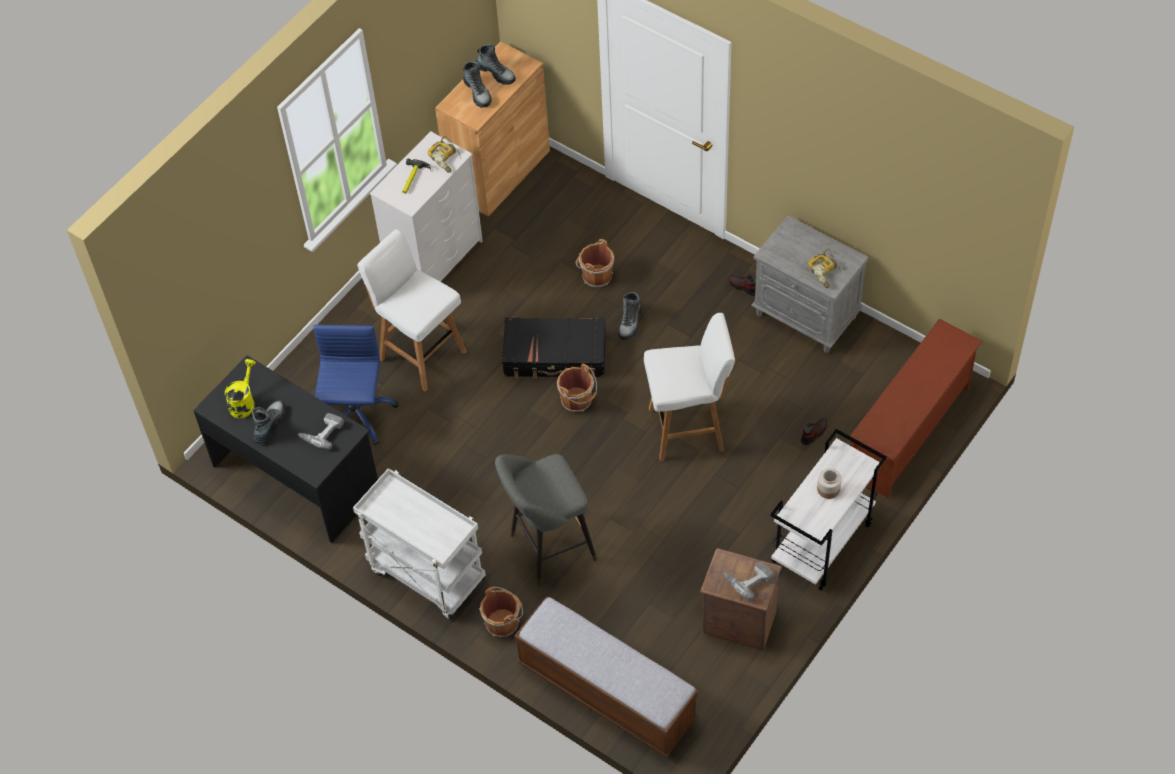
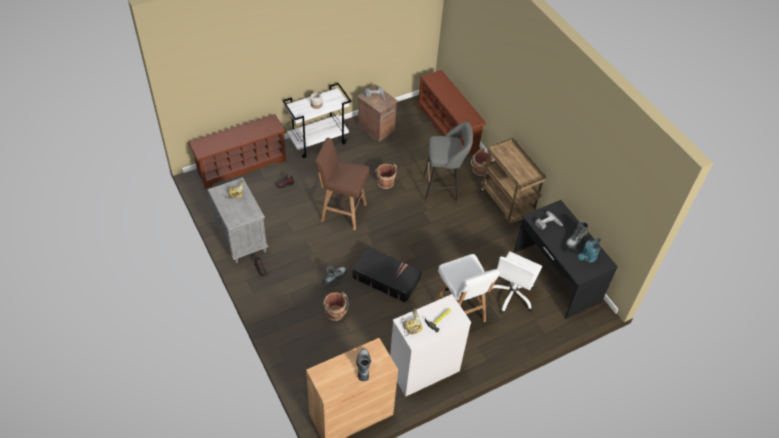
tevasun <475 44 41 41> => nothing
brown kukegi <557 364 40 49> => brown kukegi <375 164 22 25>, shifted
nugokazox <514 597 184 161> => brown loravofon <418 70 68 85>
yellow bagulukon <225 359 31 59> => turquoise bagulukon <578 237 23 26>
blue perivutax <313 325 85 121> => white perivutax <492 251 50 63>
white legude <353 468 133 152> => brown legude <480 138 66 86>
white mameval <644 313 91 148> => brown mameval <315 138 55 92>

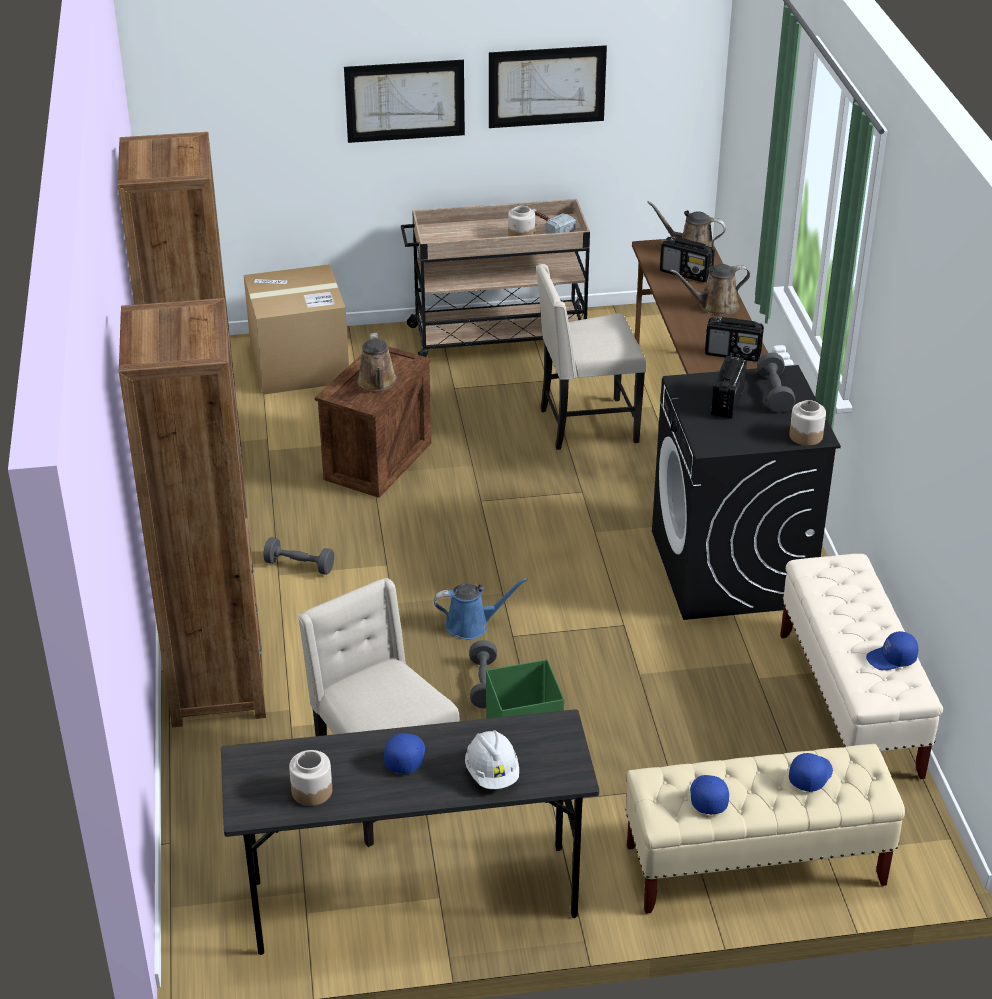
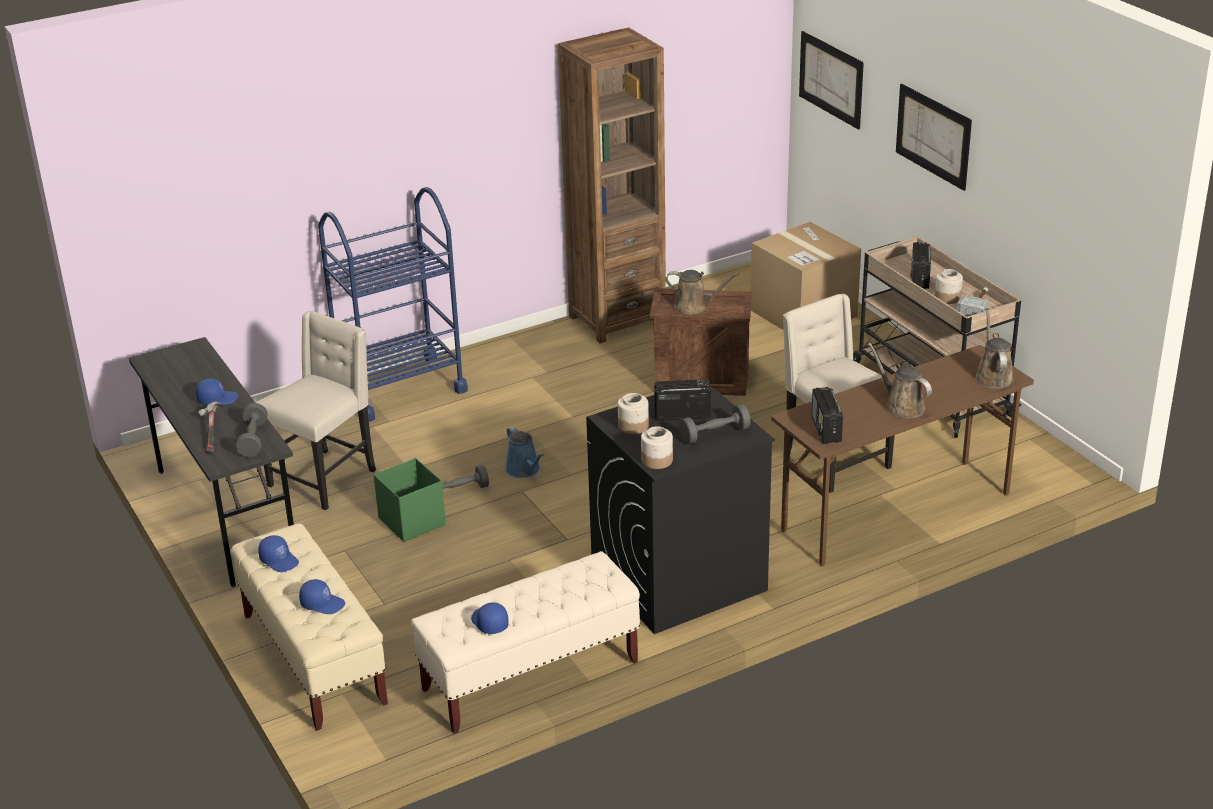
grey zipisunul <263 537 71 38> => grey zipisunul <235 403 32 54>, shifted
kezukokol <289 750 43 56> => kezukokol <618 393 31 41>, shifted
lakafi <489 45 118 83> => lakafi <799 31 65 99>, shifted
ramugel <660 236 55 46> => ramugel <911 242 20 47>, shifted
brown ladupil <119 298 147 429> => blue legude <318 187 150 235>
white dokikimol <465 730 54 59> => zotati <199 402 26 52>
brown bagulukon <358 333 39 58> => brown bagulukon <665 270 74 44>, 135 degrees counterclockwise
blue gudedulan <690 775 39 39> => blue gudedulan <258 535 41 37>, 60 degrees clockwise

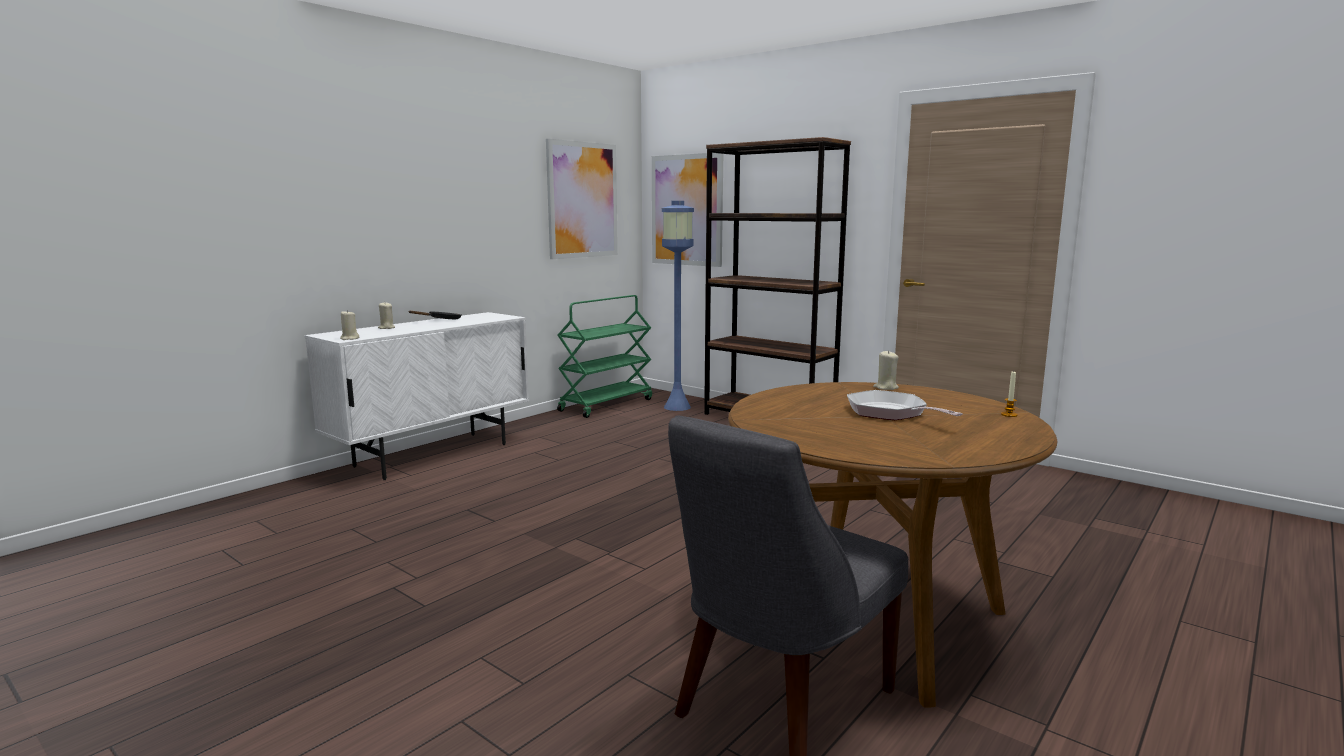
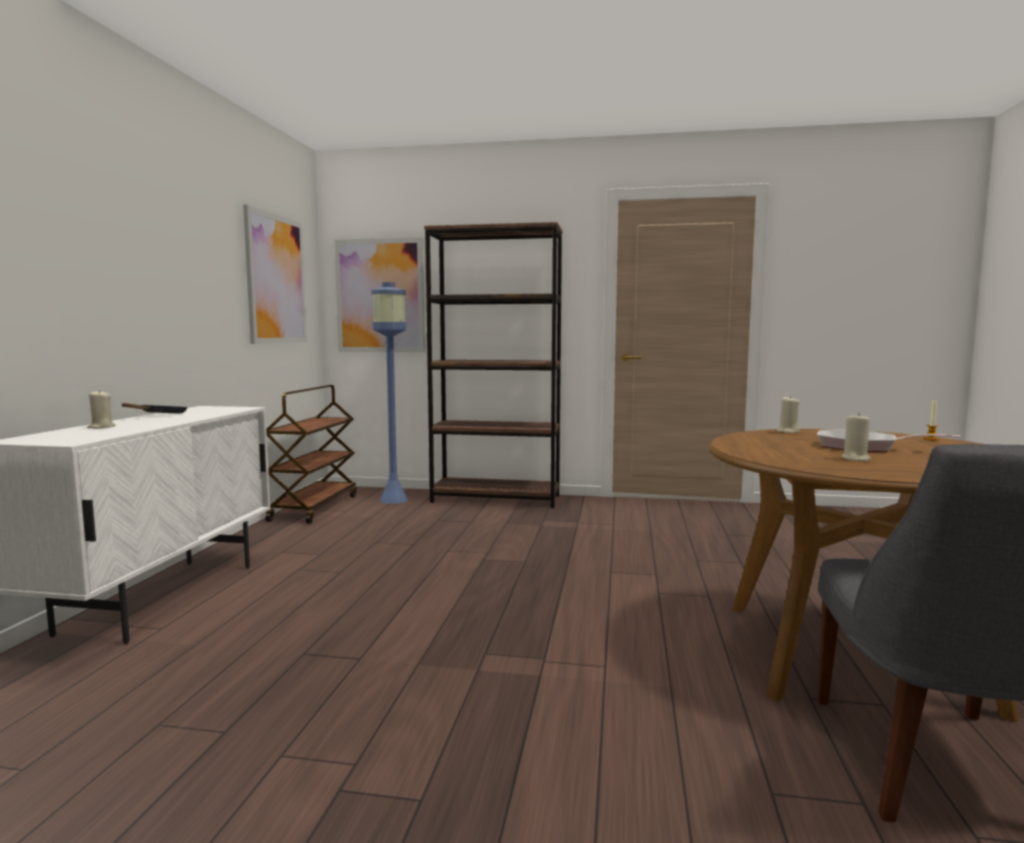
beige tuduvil <340 310 19 30> => beige tuduvil <841 413 30 49>, shifted
green legude <557 295 95 123> => brown legude <265 385 92 139>

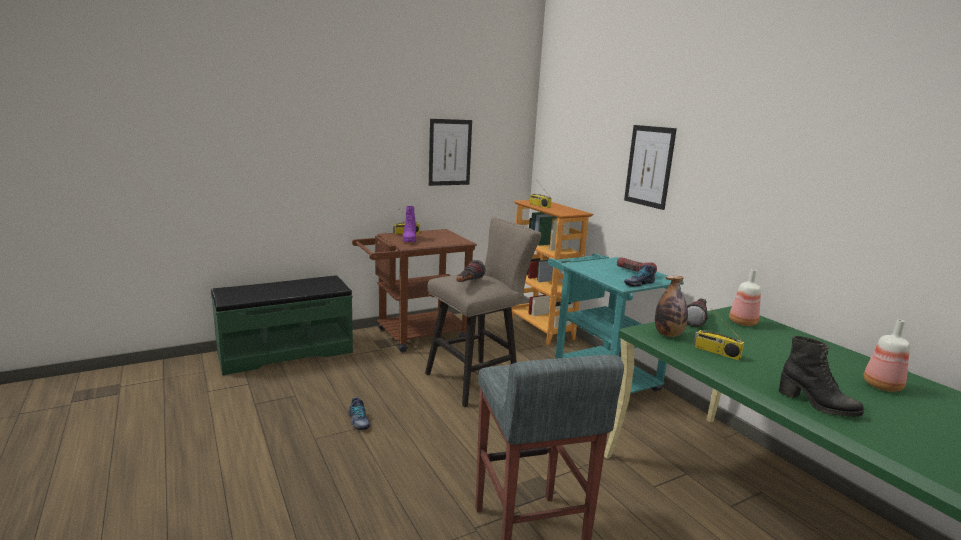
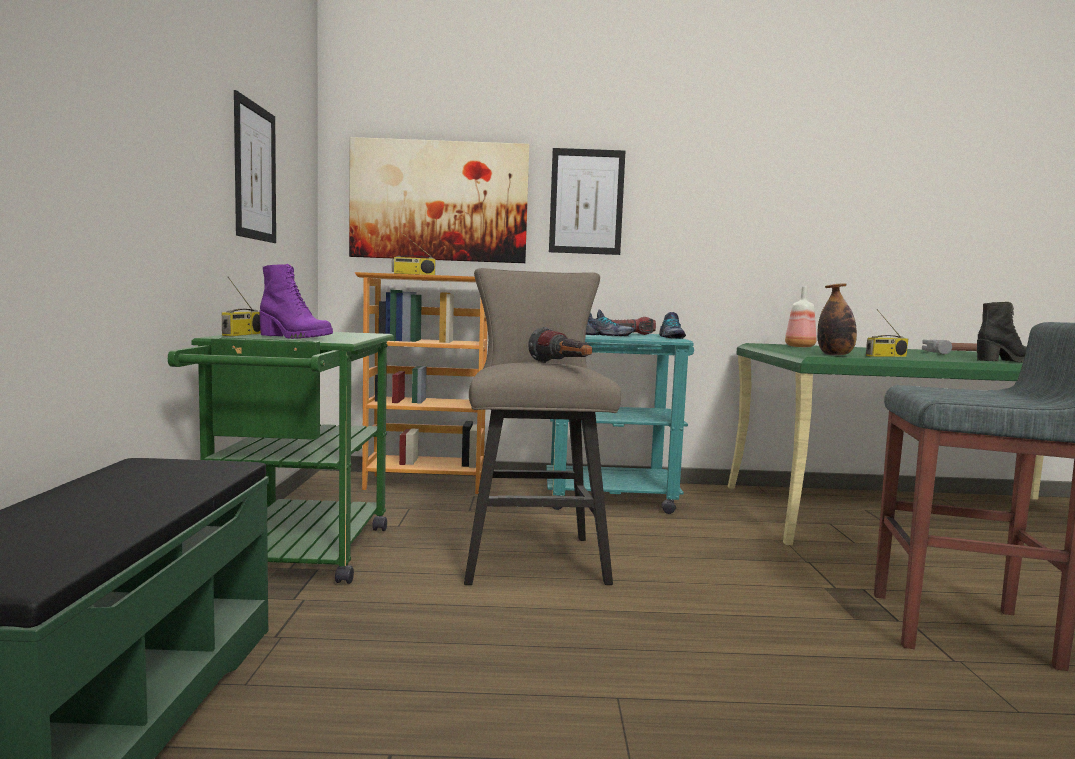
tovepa <687 299 21 28> => nothing
nothing => lakafi <349 137 180 126>
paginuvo <348 397 23 33> => paginuvo <586 309 48 27>, shifted
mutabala <863 319 47 73> => zotati <922 339 55 16>
brown legude <352 229 125 123> => green legude <168 332 226 252>

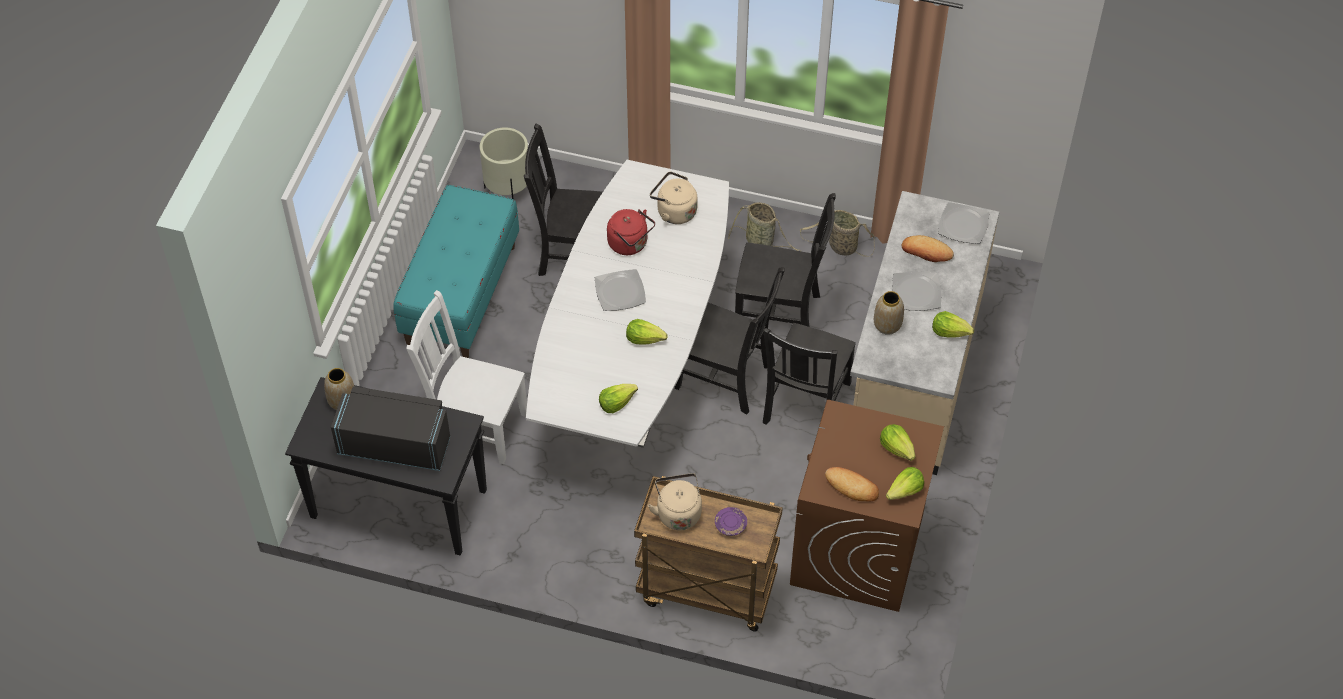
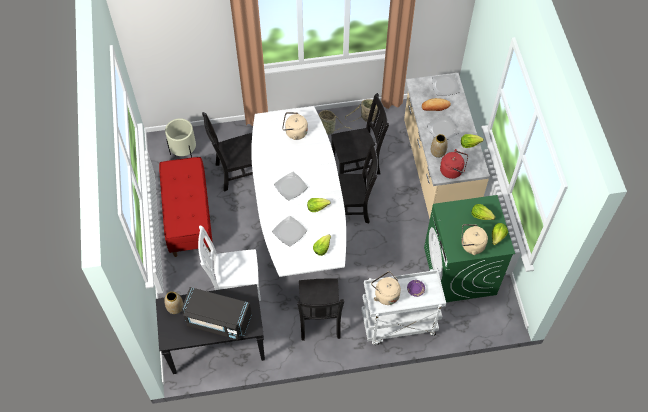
nothing => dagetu <272 216 35 30>
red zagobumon <607 209 48 46> => red zagobumon <440 149 28 30>, shifted
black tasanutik <763 323 93 102> => black tasanutik <297 278 47 63>, shifted
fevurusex <825 467 54 34> => beige zagobumon <461 224 27 31>
turquoise nugokazox <393 185 126 173> => red nugokazox <159 157 54 100>
brown legude <634 476 149 156> => white legude <361 269 85 76>
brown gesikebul <790 400 154 212> => green gesikebul <424 195 91 107>
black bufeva <331 386 119 85> => black bufeva <181 287 71 53>, 150 degrees counterclockwise

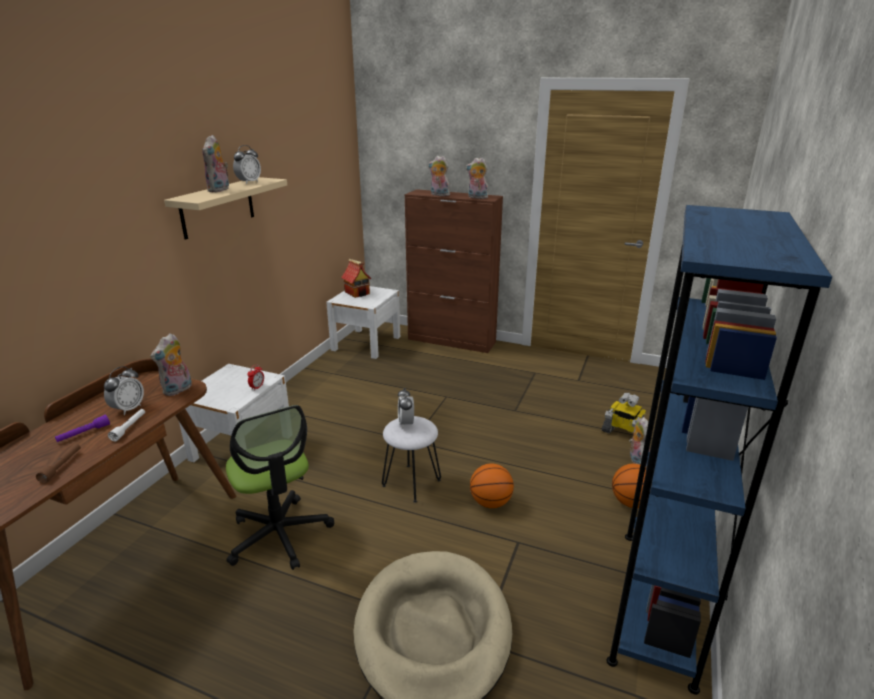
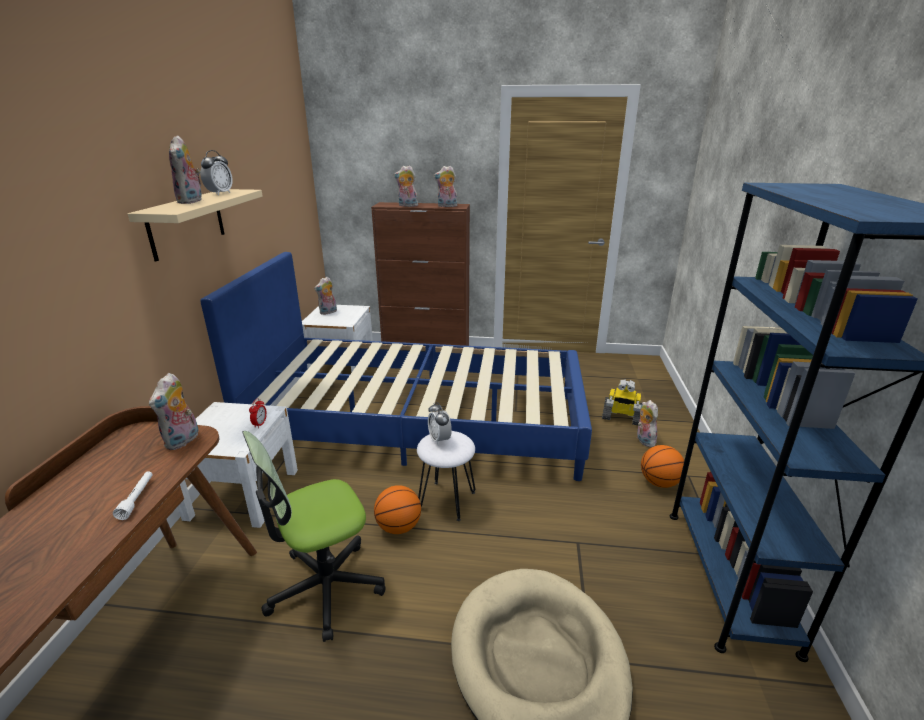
brown tovepa <36 444 45 39> => nothing
purple tovepa <55 415 55 27> => nothing
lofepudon <104 366 40 49> => nothing
nothing => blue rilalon <201 252 391 229>
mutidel <470 463 44 45> => mutidel <374 485 47 49>, shifted
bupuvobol <341 259 30 39> => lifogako <314 277 23 38>
perivutax <226 405 108 165> => perivutax <242 431 144 211>, 105 degrees clockwise

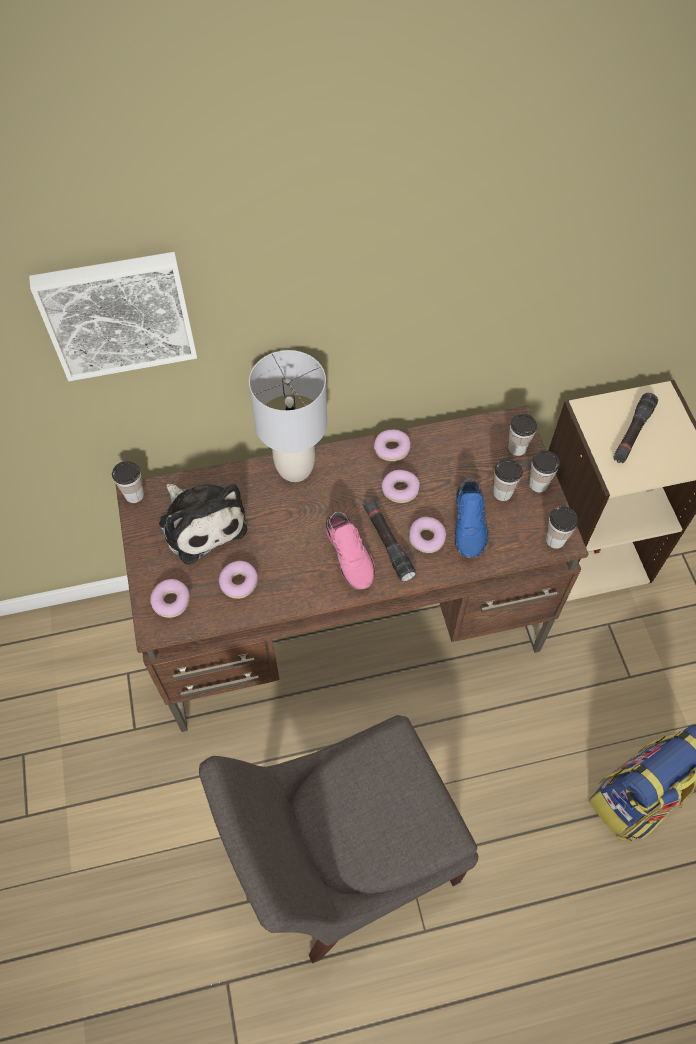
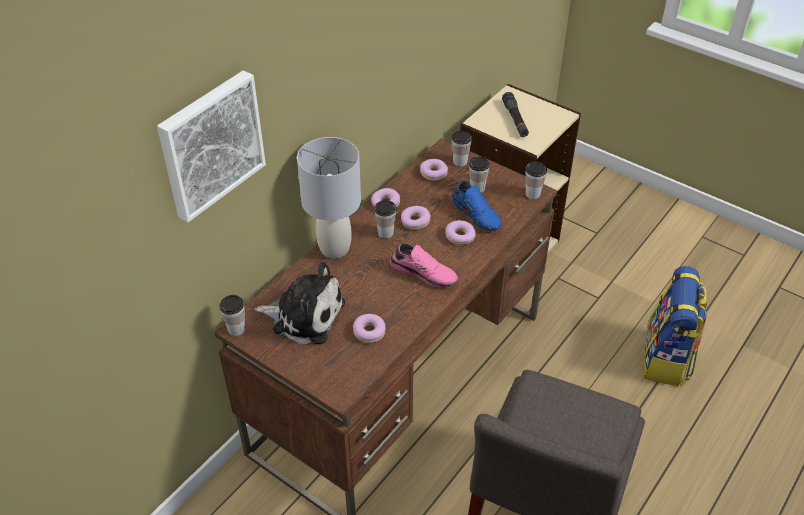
black tovepa <363 500 53 82> => nothing
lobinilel <150 579 40 39> => lobinilel <420 159 28 22>, shifted
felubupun <529 450 31 43> => felubupun <374 200 23 39>, shifted

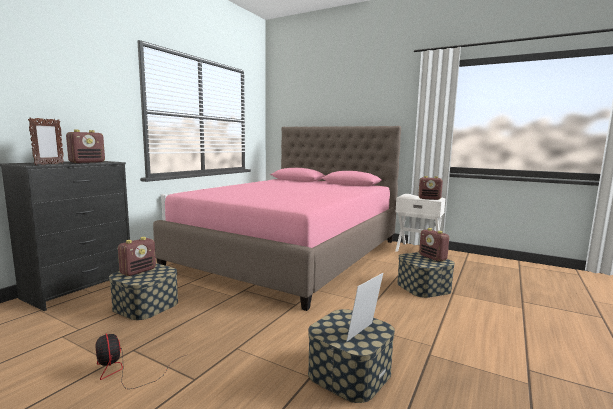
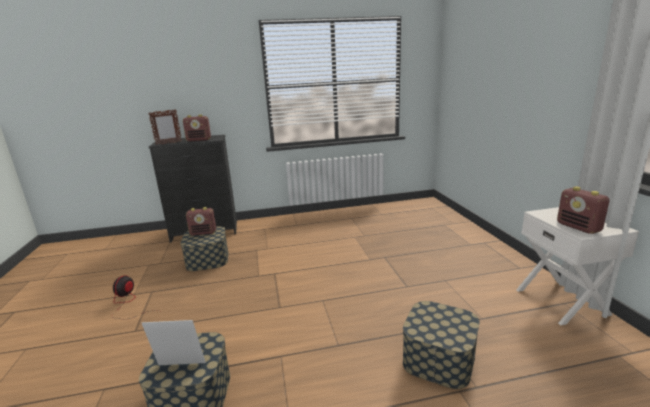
pink rilalon <153 126 248 185> => nothing
ramugel <419 228 30 33> => nothing

